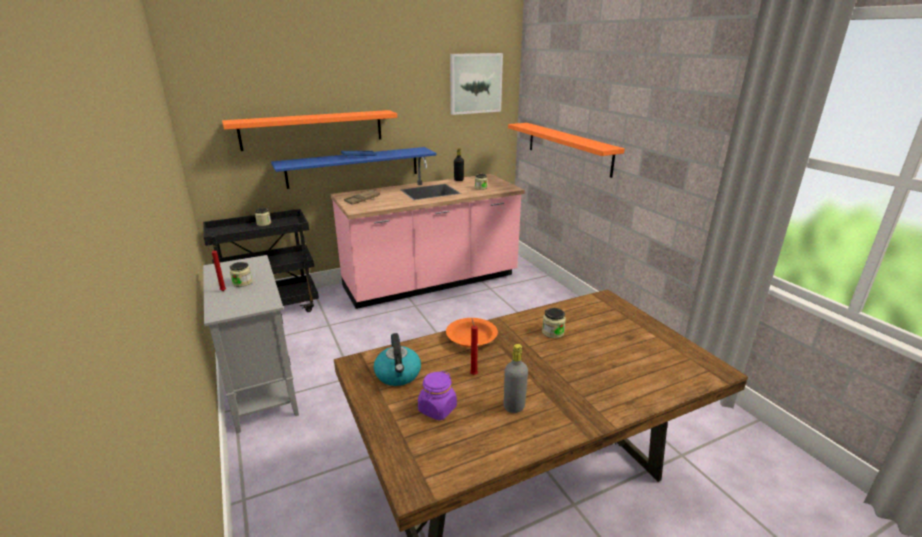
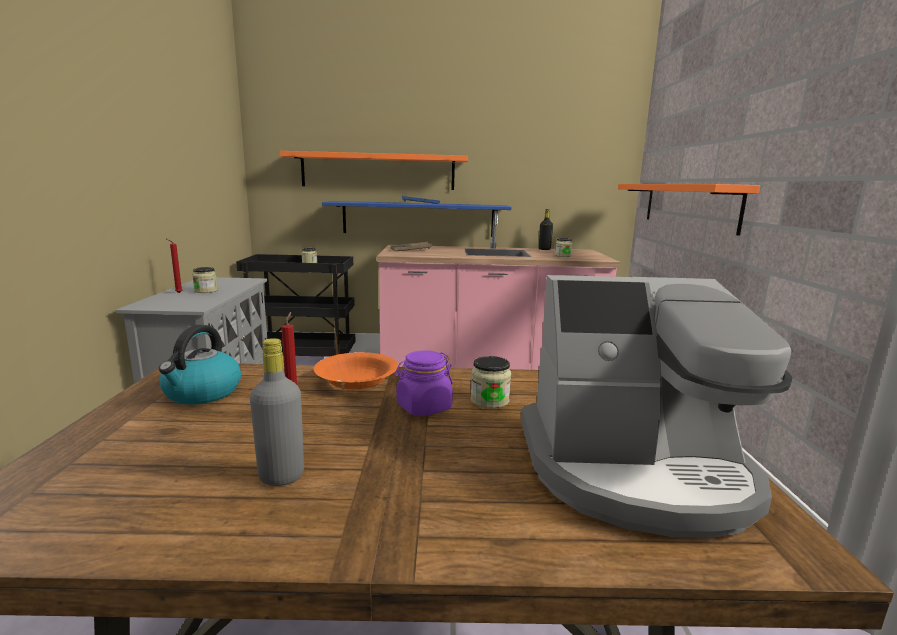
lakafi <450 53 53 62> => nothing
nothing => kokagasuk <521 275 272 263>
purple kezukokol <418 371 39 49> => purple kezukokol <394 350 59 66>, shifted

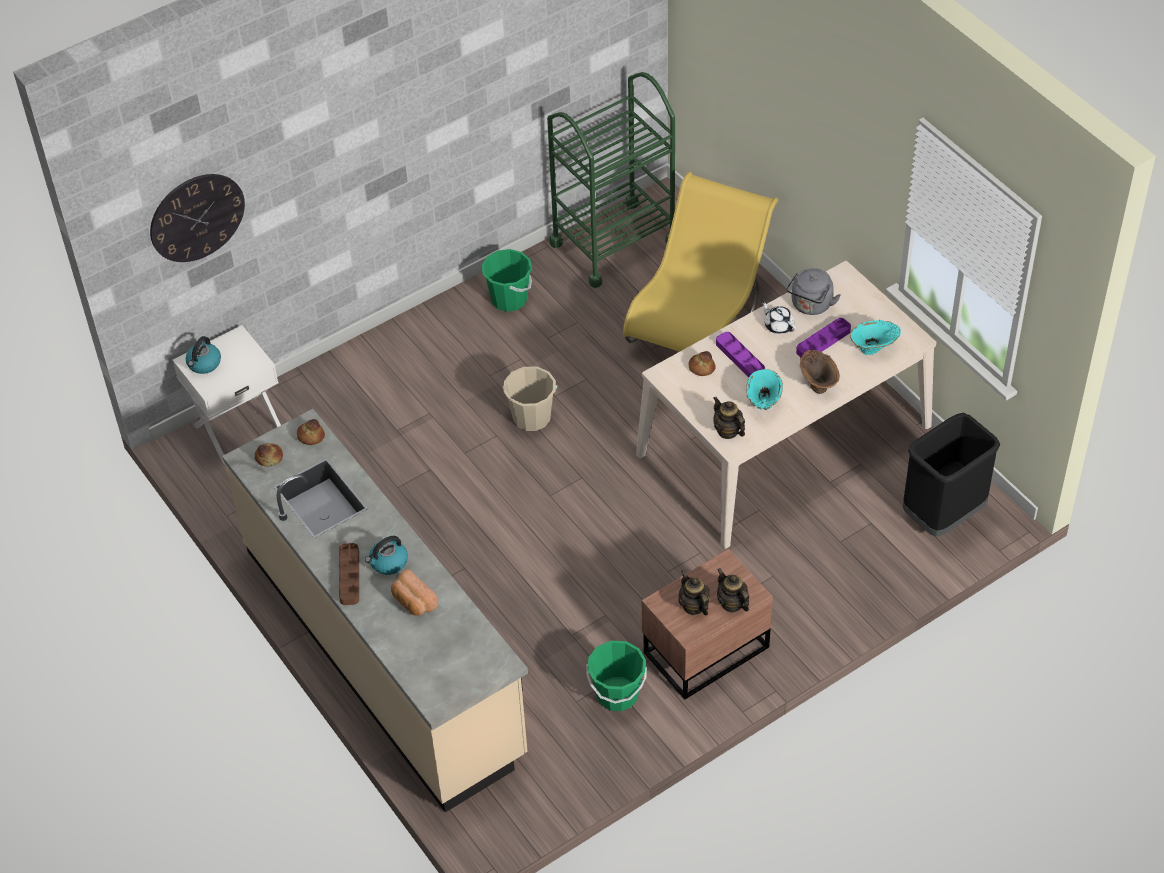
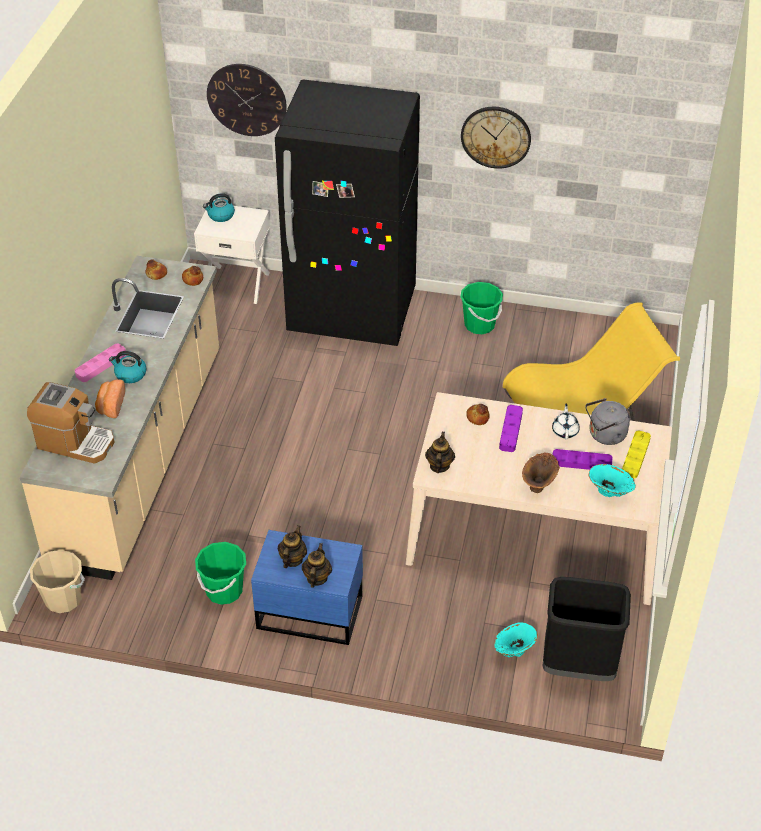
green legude <547 72 128 216> => nothing
nothing => kokagasuk <27 382 88 82>
nothing => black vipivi <275 79 145 267>
nothing => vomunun <461 107 70 62>
nothing => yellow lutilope <622 431 29 48>
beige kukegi <503 367 54 64> => beige kukegi <30 550 55 63>, shifted
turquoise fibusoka <746 369 37 41> => turquoise fibusoka <494 622 44 35>, shifted
brown lutilope <339 543 20 62> => pink lutilope <75 344 51 38>
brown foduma <642 549 131 150> => blue foduma <251 530 112 115>

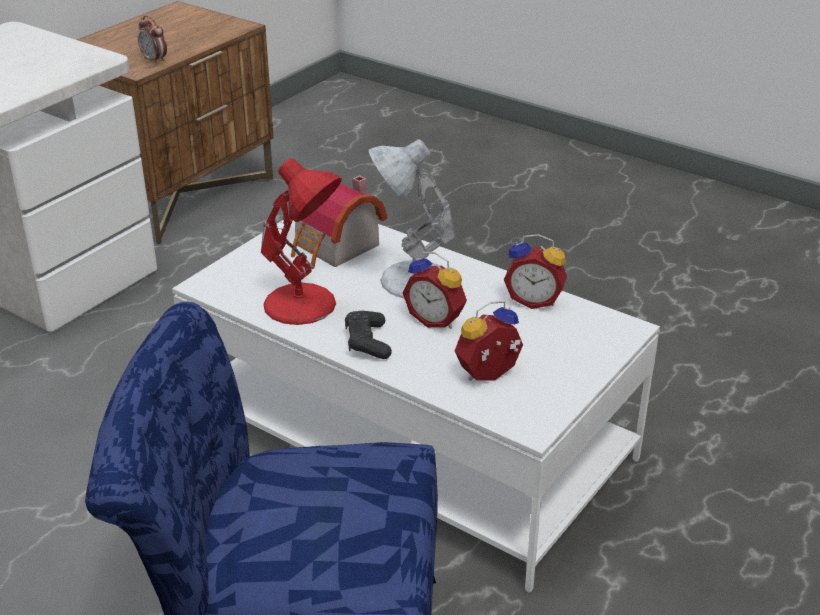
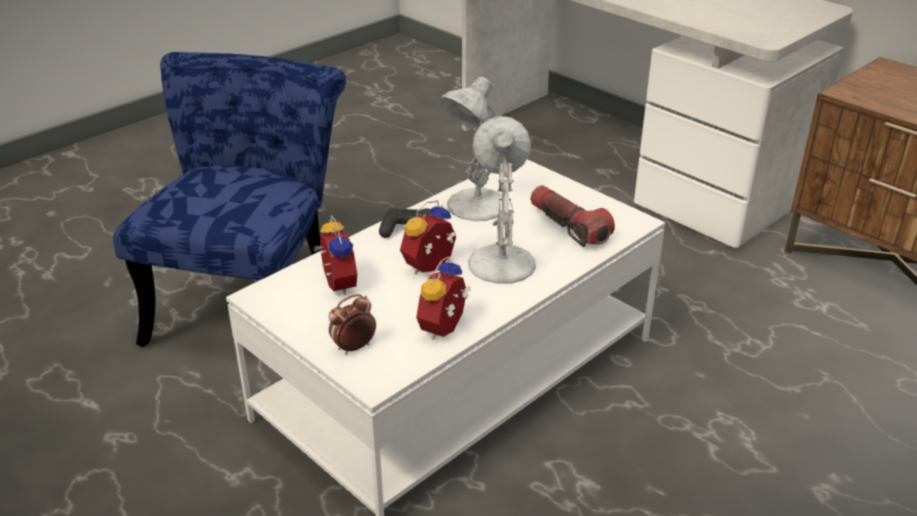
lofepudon <138 16 29 49> => lofepudon <329 294 47 61>, shifted
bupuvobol <291 175 96 94> => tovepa <530 185 85 62>
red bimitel <261 158 81 167> => white bimitel <440 77 62 144>

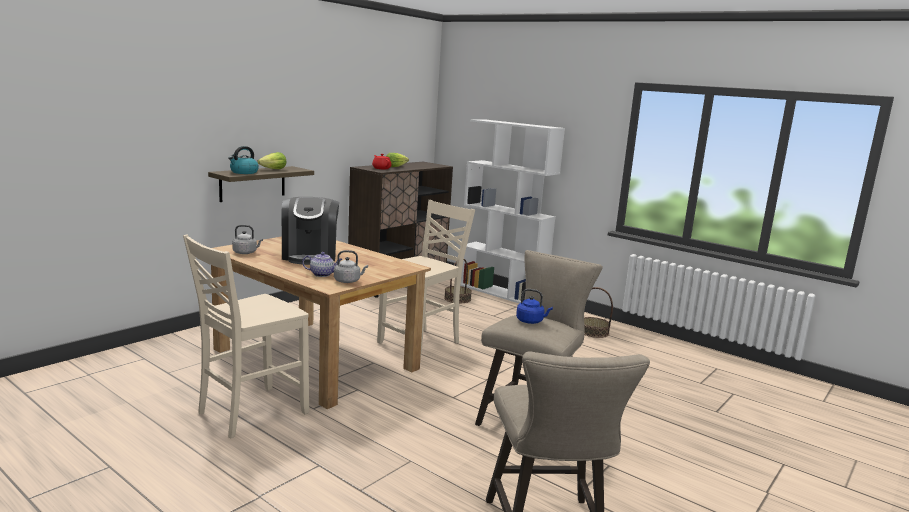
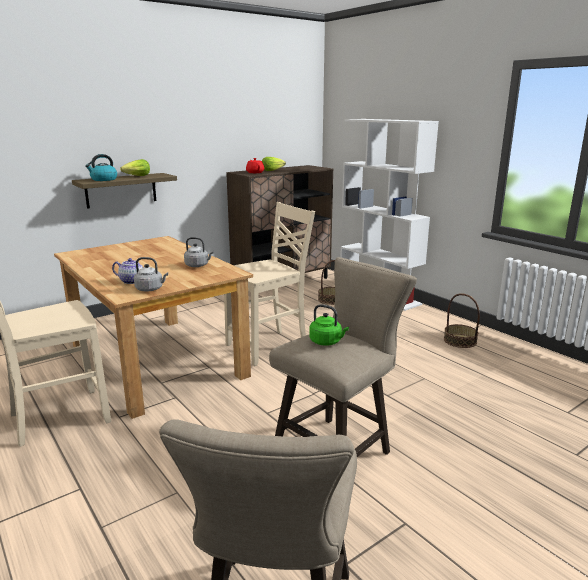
kokagasuk <282 197 57 68> => nothing
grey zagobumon <232 225 31 29> => grey zagobumon <184 237 30 30>, shifted
blue zagobumon <516 289 37 35> => green zagobumon <309 304 40 42>

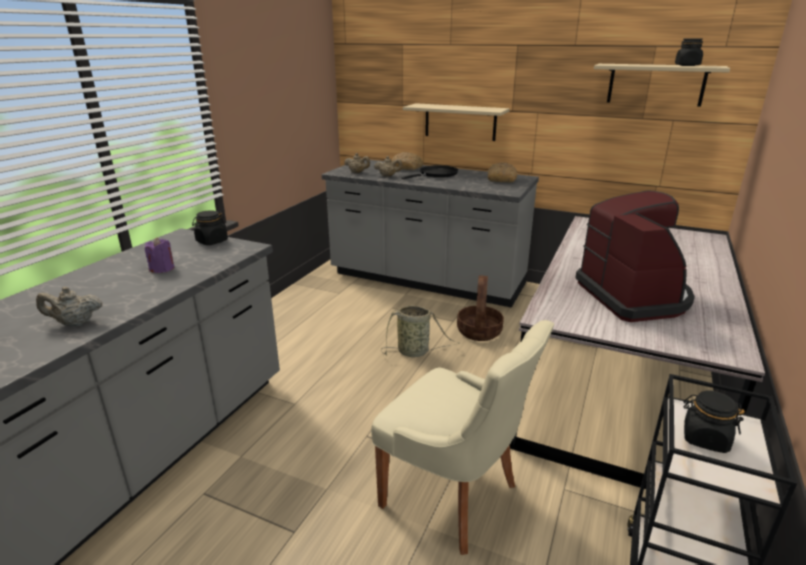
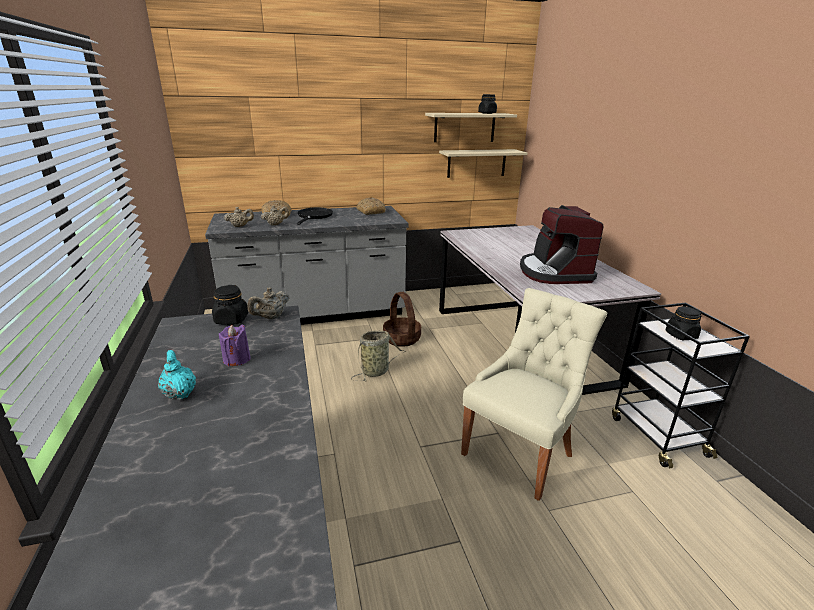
nothing => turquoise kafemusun <158 350 38 50>
beige kafemusun <36 287 66 39> => beige kafemusun <247 288 43 31>, shifted
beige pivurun <403 103 107 38> => beige pivurun <439 149 89 29>, shifted
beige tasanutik <371 320 183 235> => beige tasanutik <461 288 146 213>, 45 degrees counterclockwise
kokagasuk <576 190 119 132> => kokagasuk <520 205 83 79>, 135 degrees counterclockwise

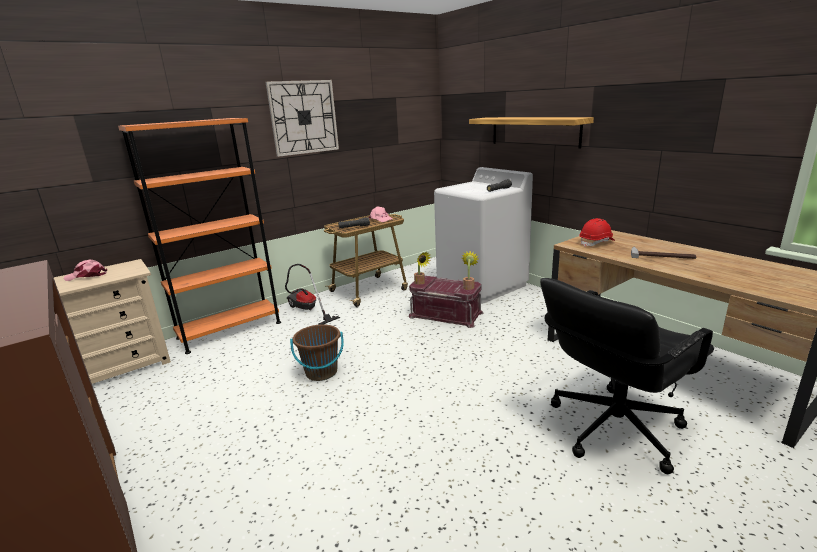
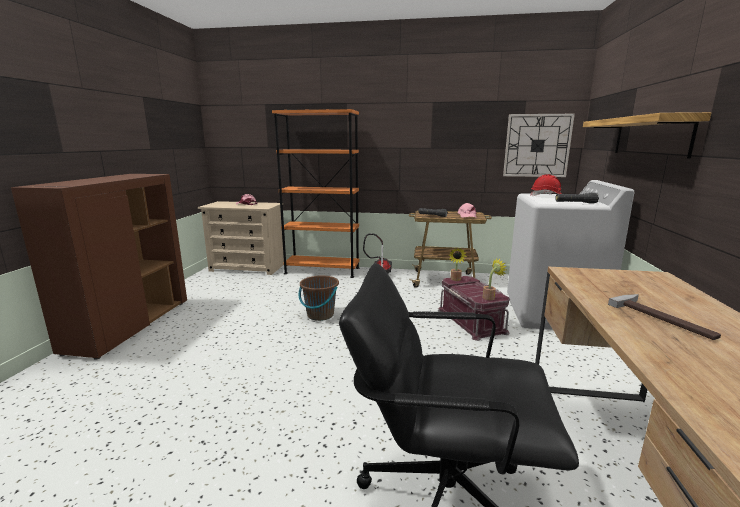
vomunun <266 80 73 77> => vomunun <503 114 72 63>, shifted
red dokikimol <579 218 36 29> => red dokikimol <530 174 32 22>, shifted

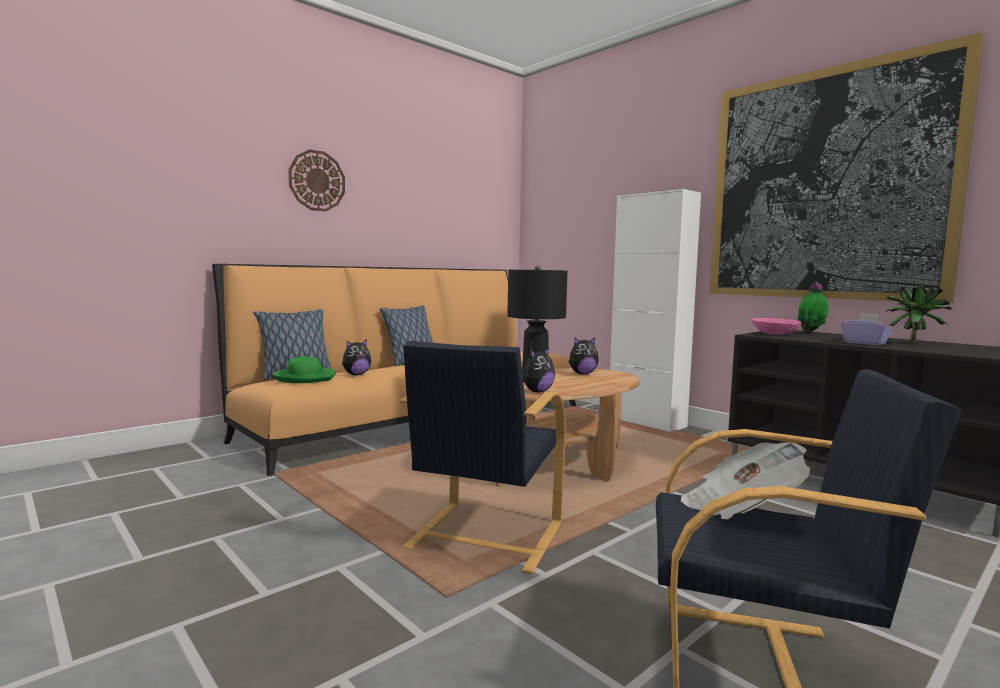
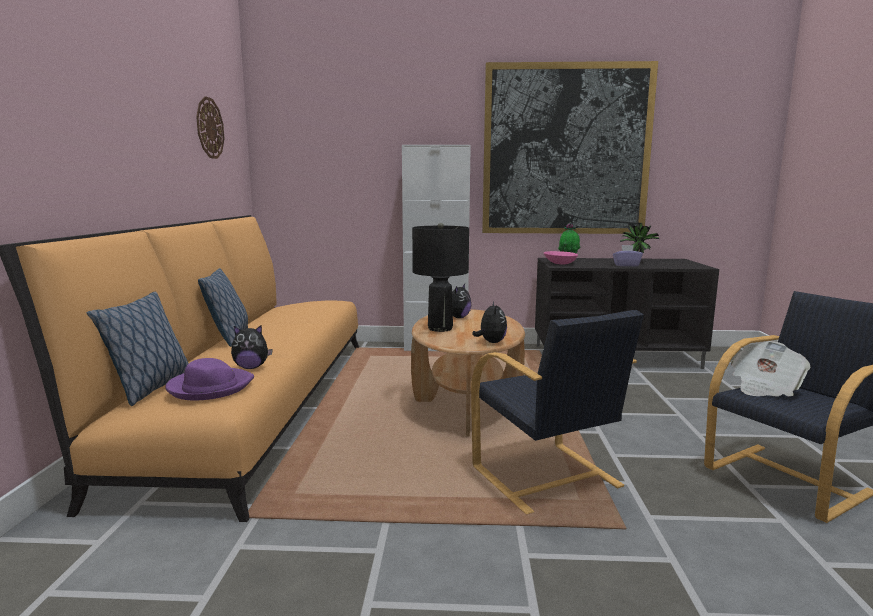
vomunun <288 149 57 63> => vomunun <196 96 28 63>, shifted
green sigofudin <273 356 63 27> => purple sigofudin <165 358 89 42>
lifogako <342 339 29 36> => lifogako <231 325 42 44>, 75 degrees clockwise

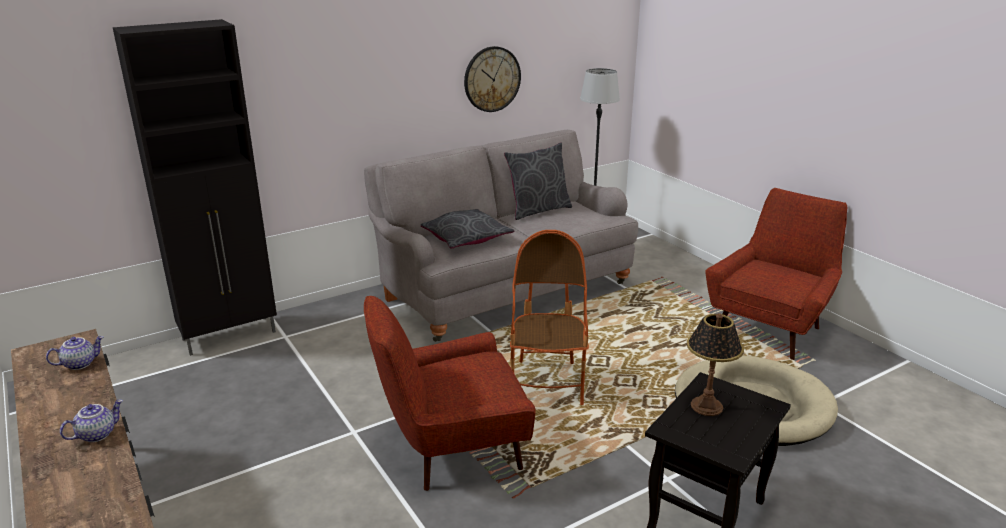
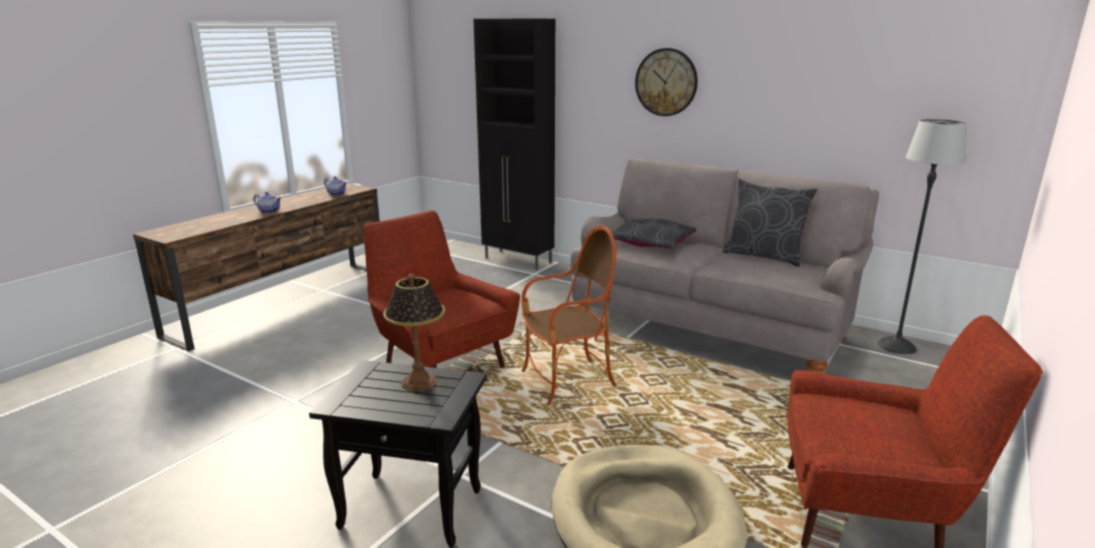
vomunun <464 46 57 66> => vomunun <635 48 63 68>, shifted

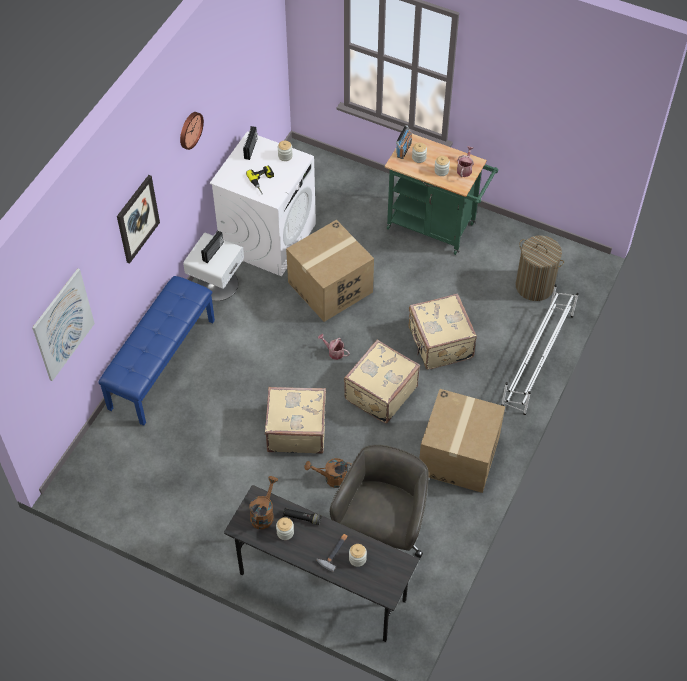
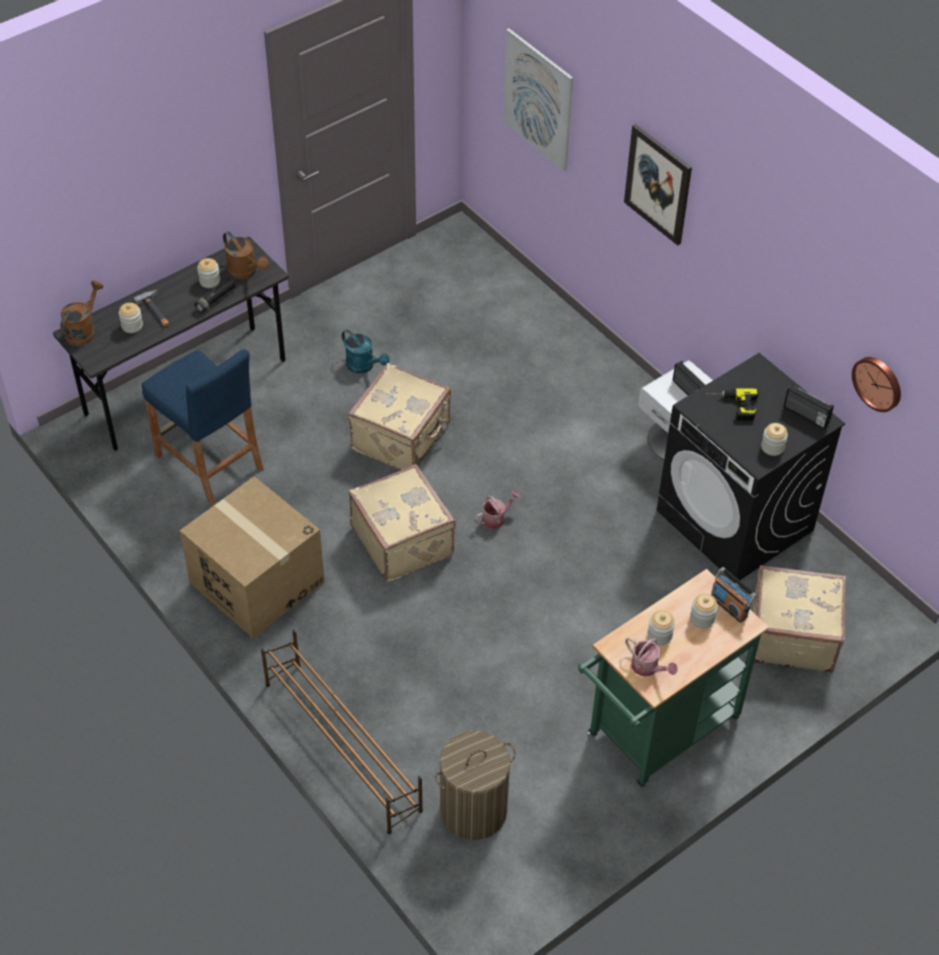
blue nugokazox <98 276 117 150> => nothing
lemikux <286 220 88 102> => nothing
nothing => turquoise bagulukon <342 329 48 45>
vomunun <180 112 24 38> => vomunun <852 357 49 55>, shifted
brown bagulukon <304 458 48 30> => brown bagulukon <60 281 43 65>, shifted
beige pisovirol <408 293 69 77> => beige pisovirol <752 565 94 108>, shifted
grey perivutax <330 445 98 113> => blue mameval <142 349 122 156>
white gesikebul <210 131 106 145> => black gesikebul <656 353 189 230>
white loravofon <501 284 78 131> => brown loravofon <261 630 162 204>

